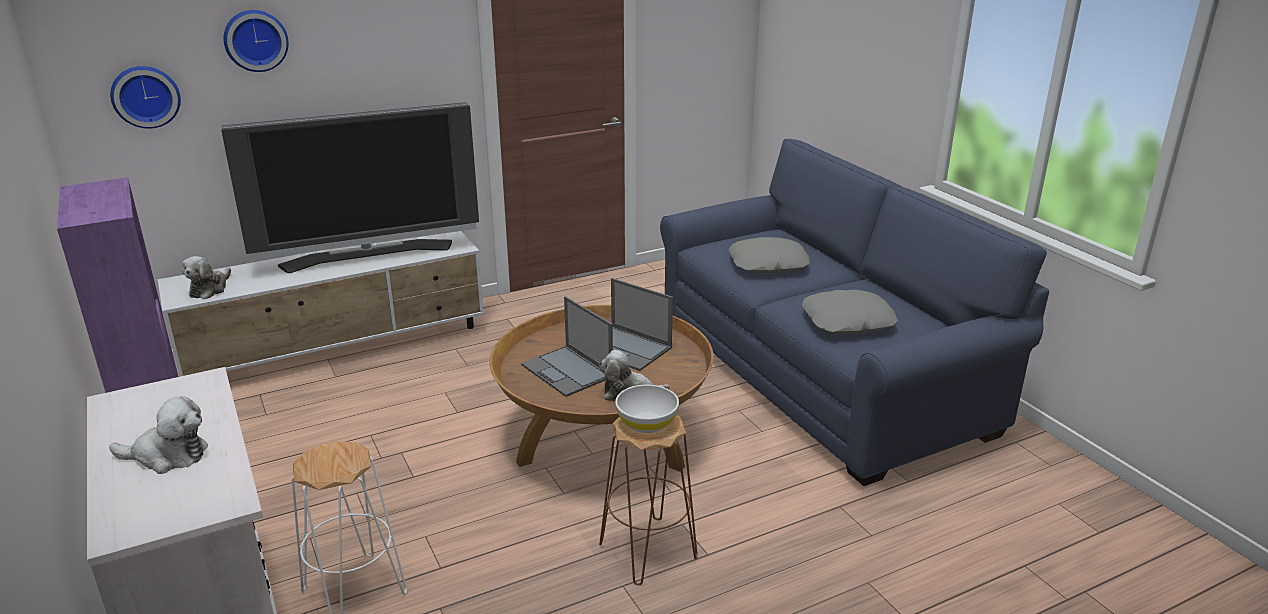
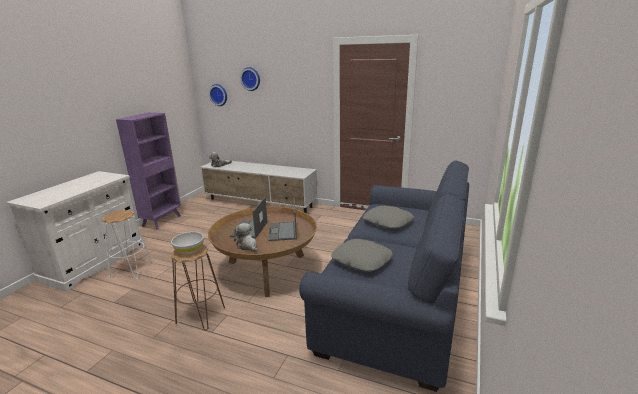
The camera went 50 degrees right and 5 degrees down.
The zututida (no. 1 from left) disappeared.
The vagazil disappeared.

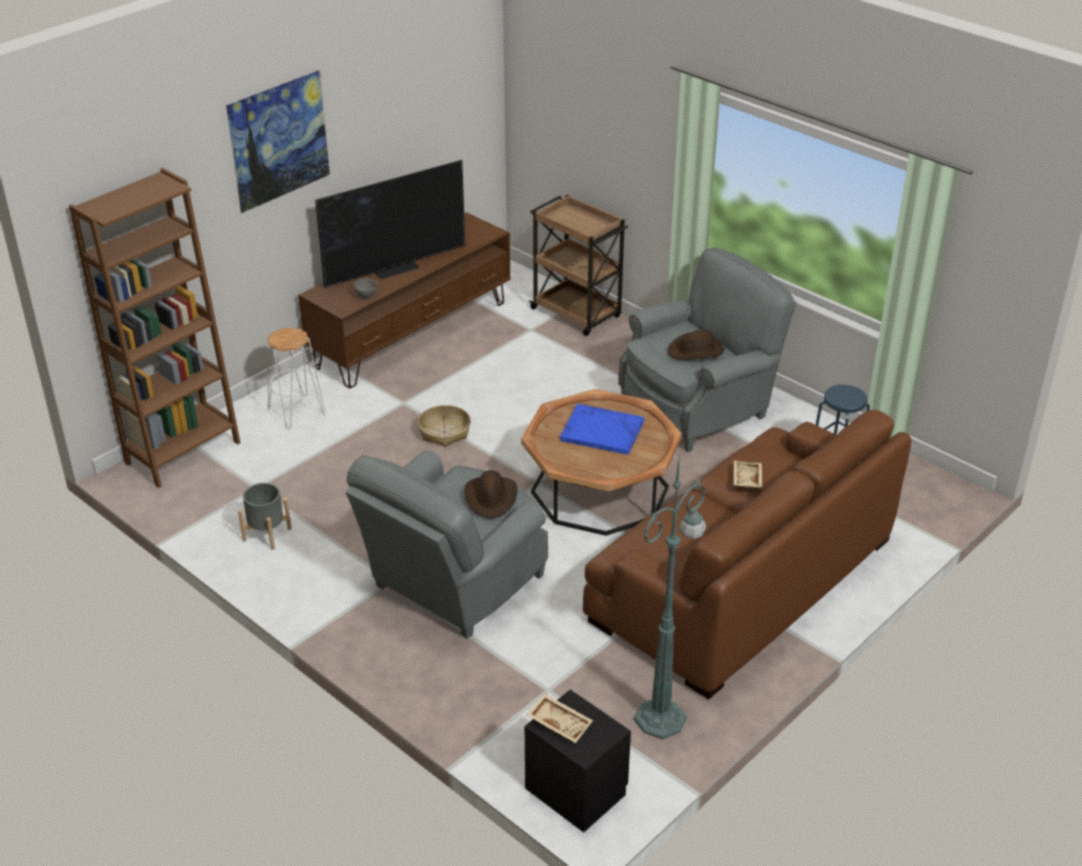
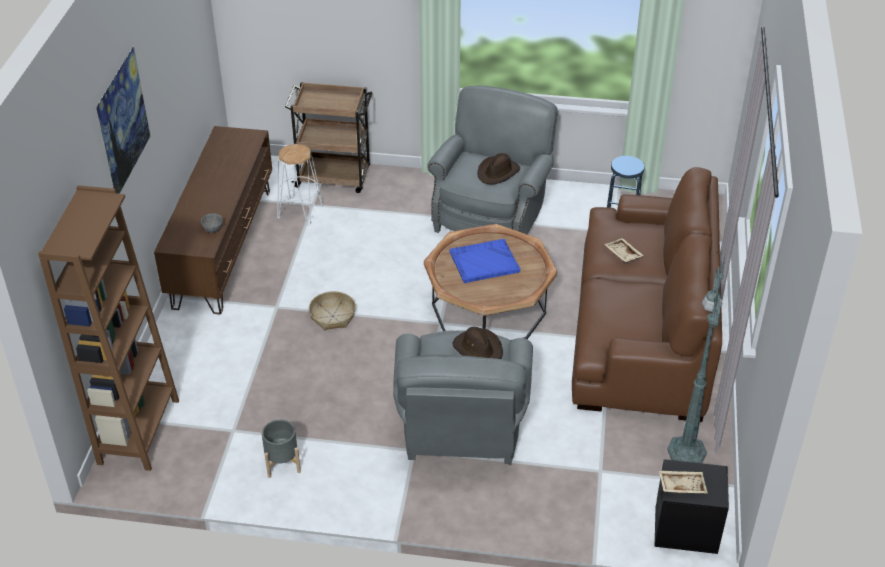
The camera went 35 degrees left and 5 degrees up.
The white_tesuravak moved.
The vagazil disappeared.

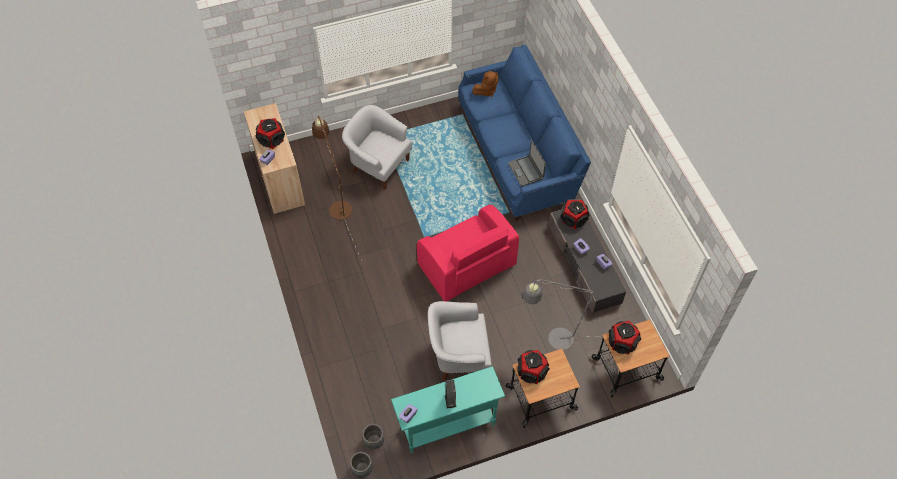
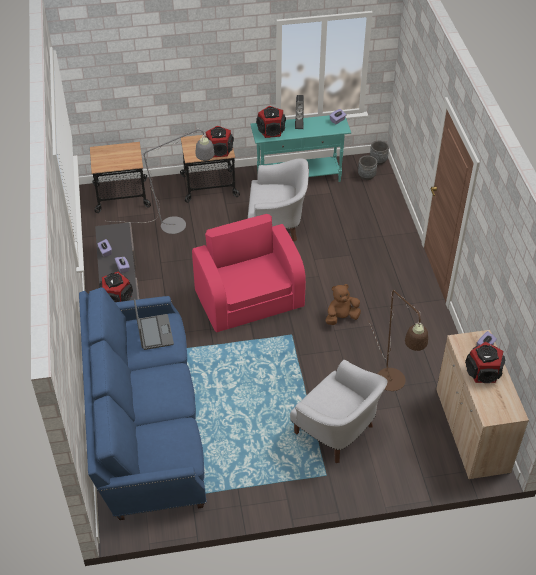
The camera went 170 degrees left and 10 degrees down.
The brown_zututida moved.
The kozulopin (no. 5 from left in the first image) moved.

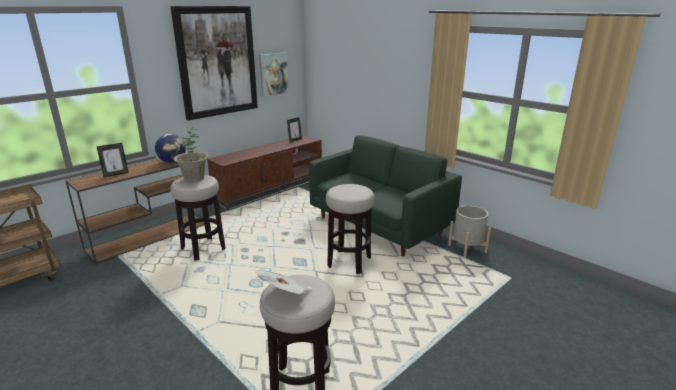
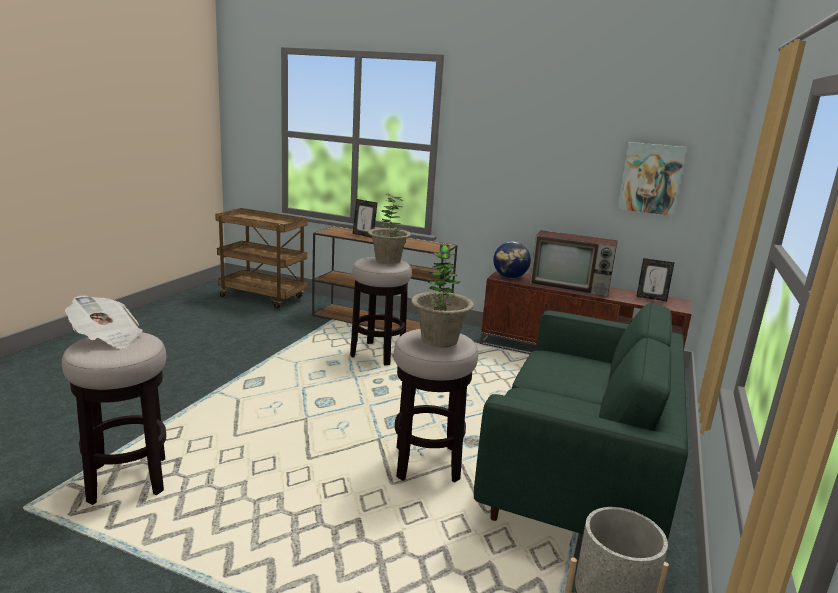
The camera went 65 degrees right and 5 degrees down.
The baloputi moved.
The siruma (no. 1 from left) disappeared.
The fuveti (no. 2 from left) appeared.
The vagazil appeared.

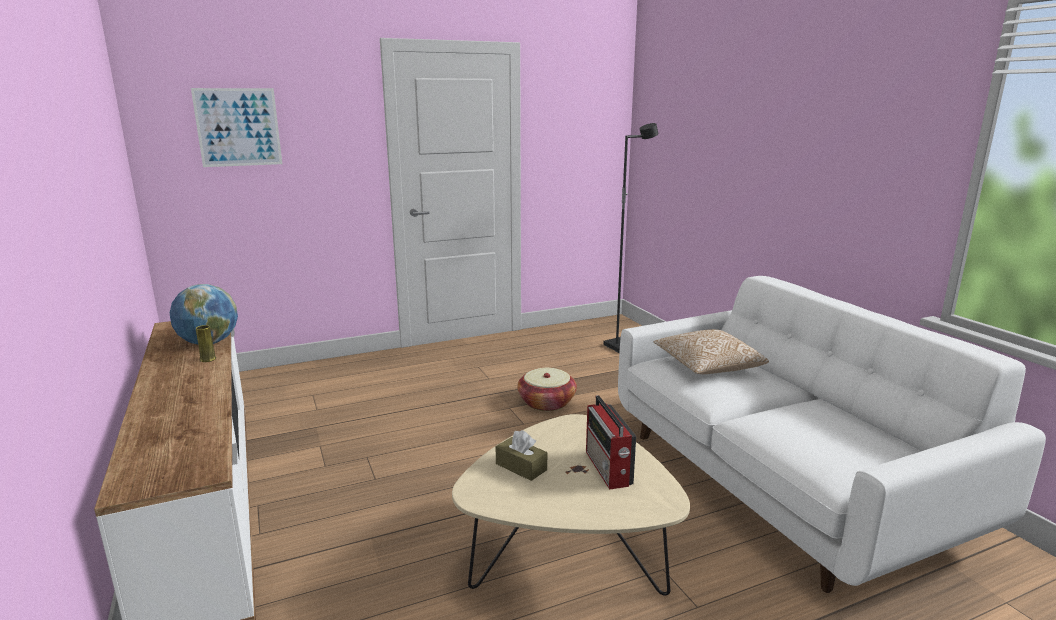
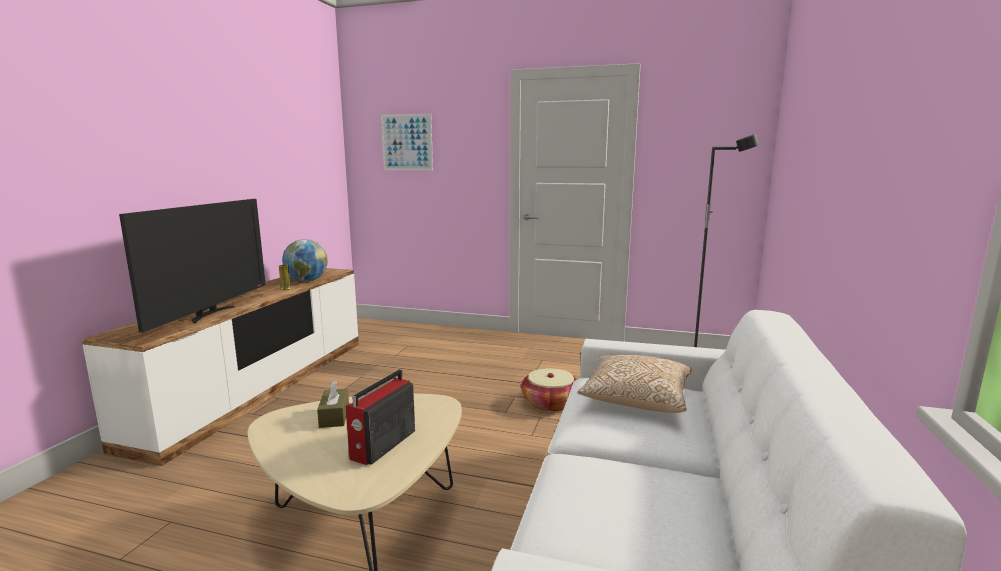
The camera went 40 degrees right and 5 degrees down.
The vagazil appeared.

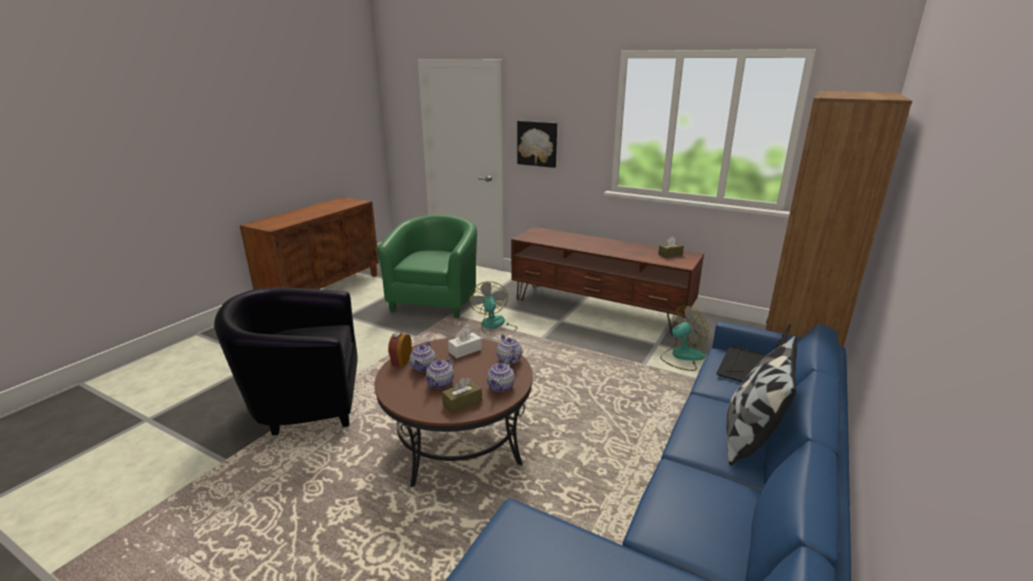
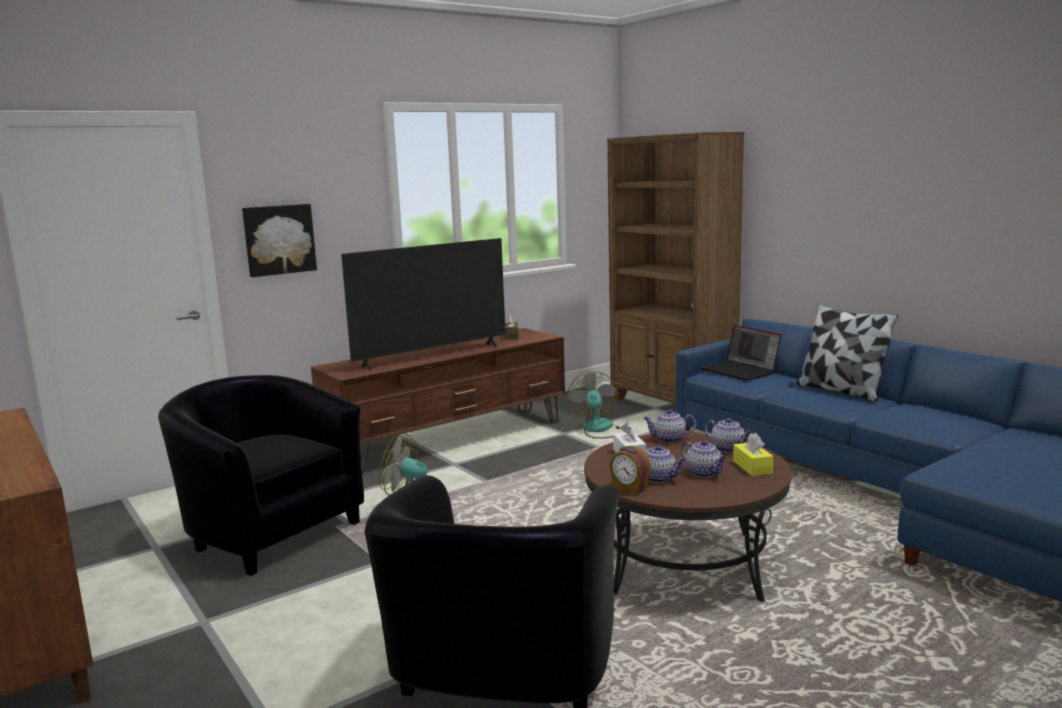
The camera went 65 degrees left and 10 degrees down.
The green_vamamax became the black_vamamax (no. 1 from left).
The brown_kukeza (no. 1 from left) became the yellow_kukeza.
The vagazil appeared.

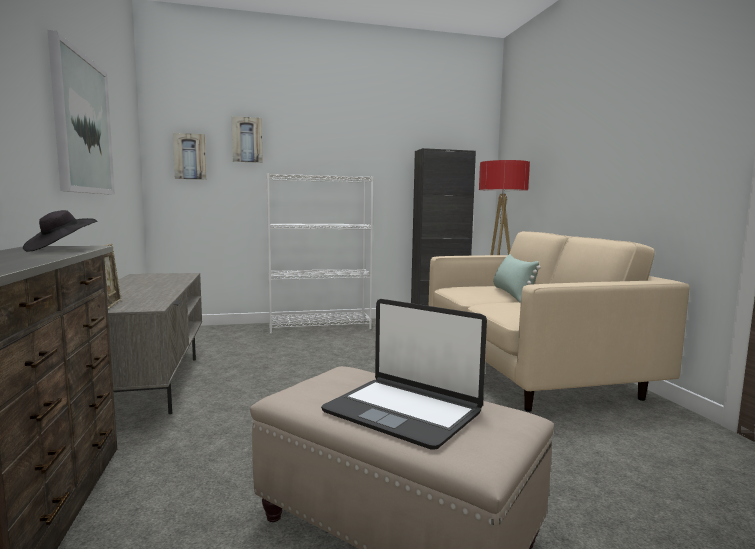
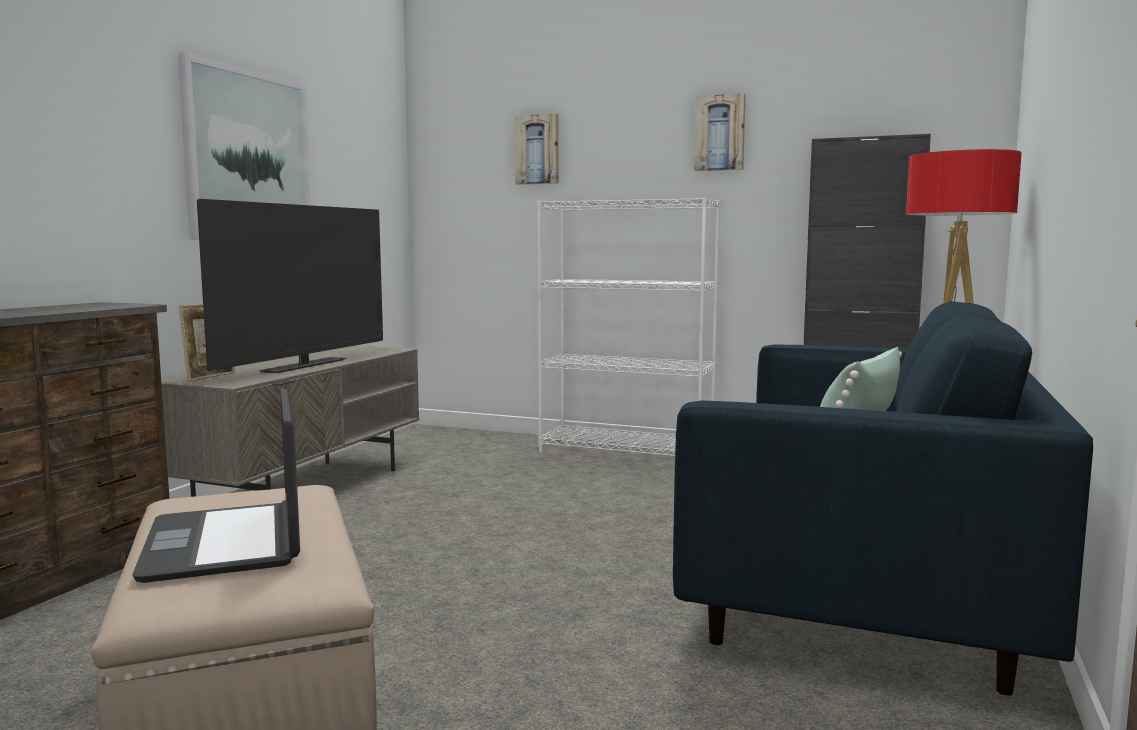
The camera went 35 degrees right and 0 degrees up.
The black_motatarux disappeared.
The siruma (no. 2 from left in the first image) moved.
The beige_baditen became the blue_baditen.
The vagazil appeared.

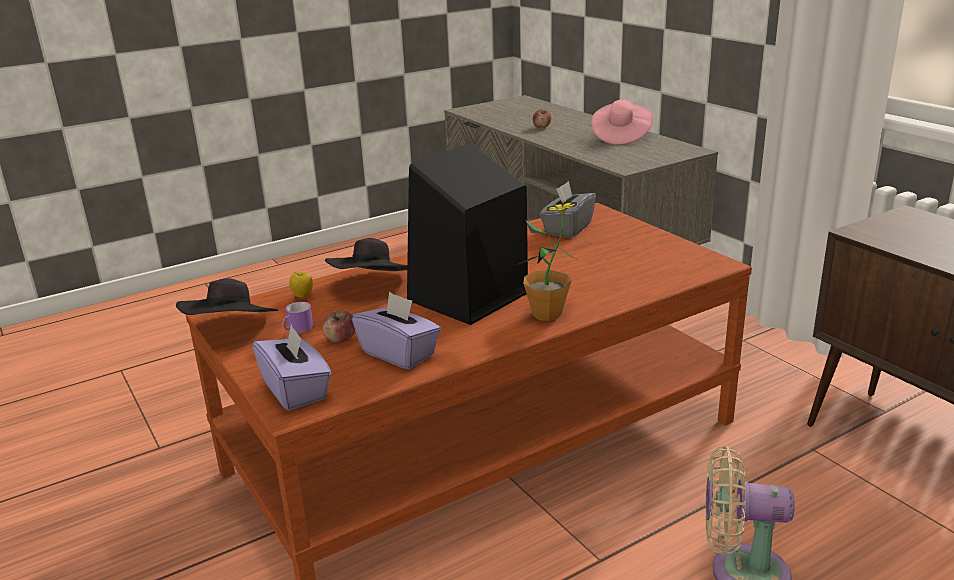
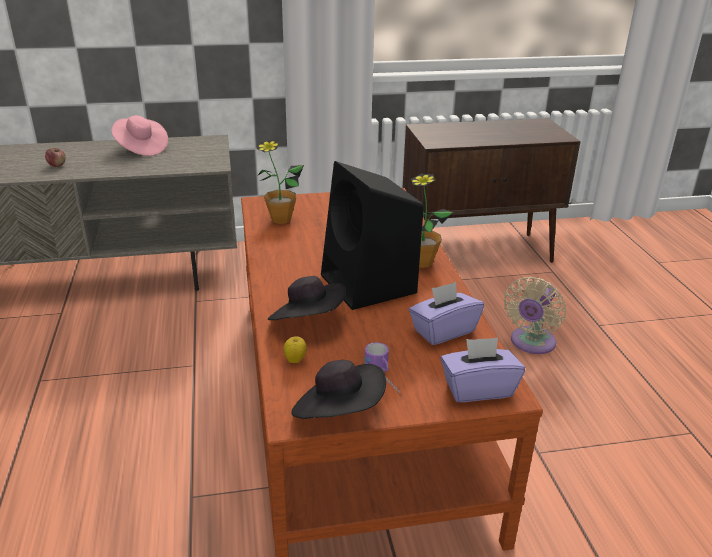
The camera went 70 degrees left and 5 degrees up.
The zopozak (no. 2 from left) disappeared.
The grey_kukeza was replaced by the fuveti (no. 1 from left).

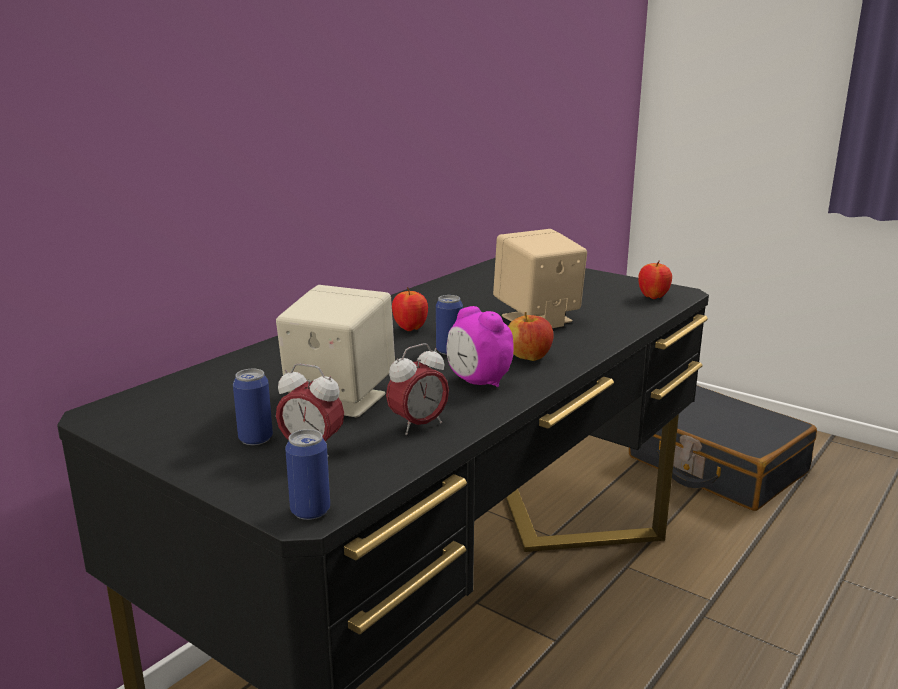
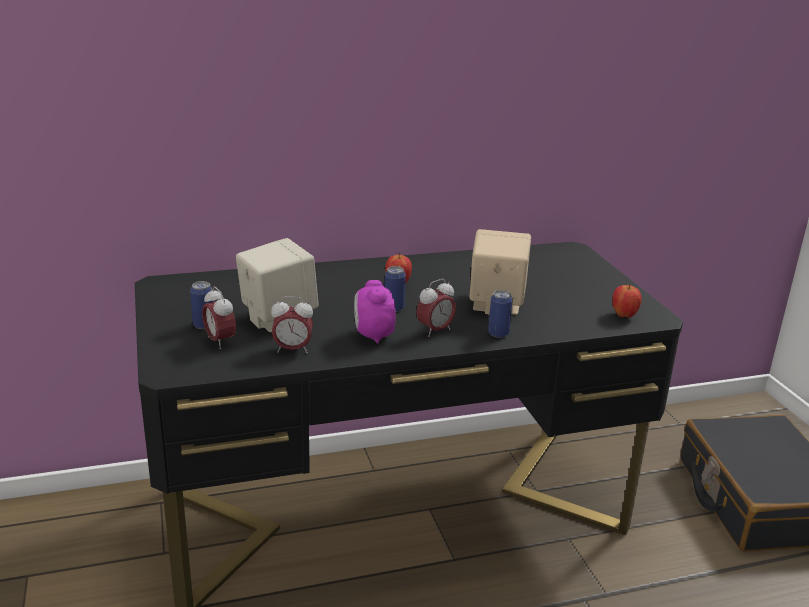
The camera went 35 degrees right and 5 degrees up.
The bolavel (no. 2 from left in the first image) moved.
The zopozak (no. 2 from left) was replaced by the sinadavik (no. 4 from left).

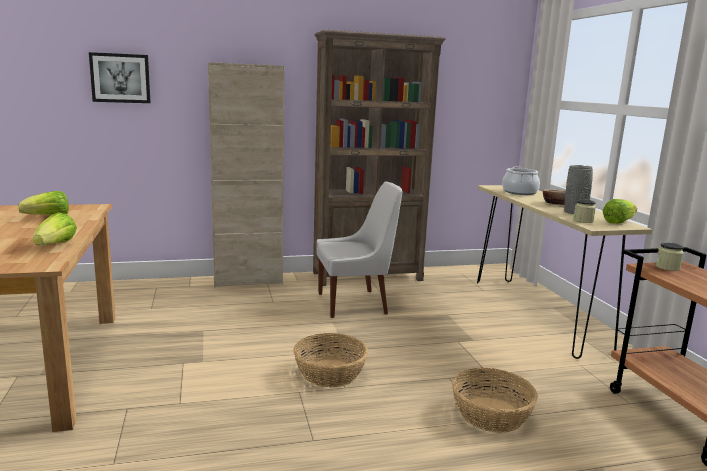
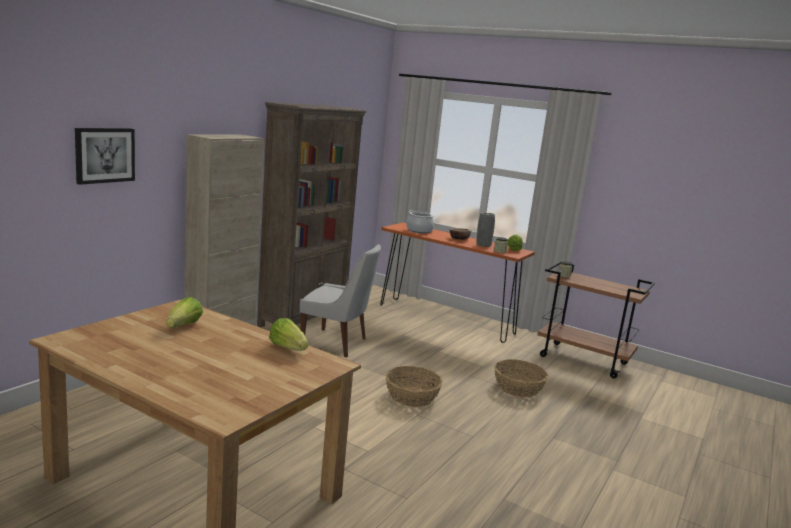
The camera went 45 degrees left and 0 degrees up.
The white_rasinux turned 75 degrees clockwise.
The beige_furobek became the orange_furobek.

